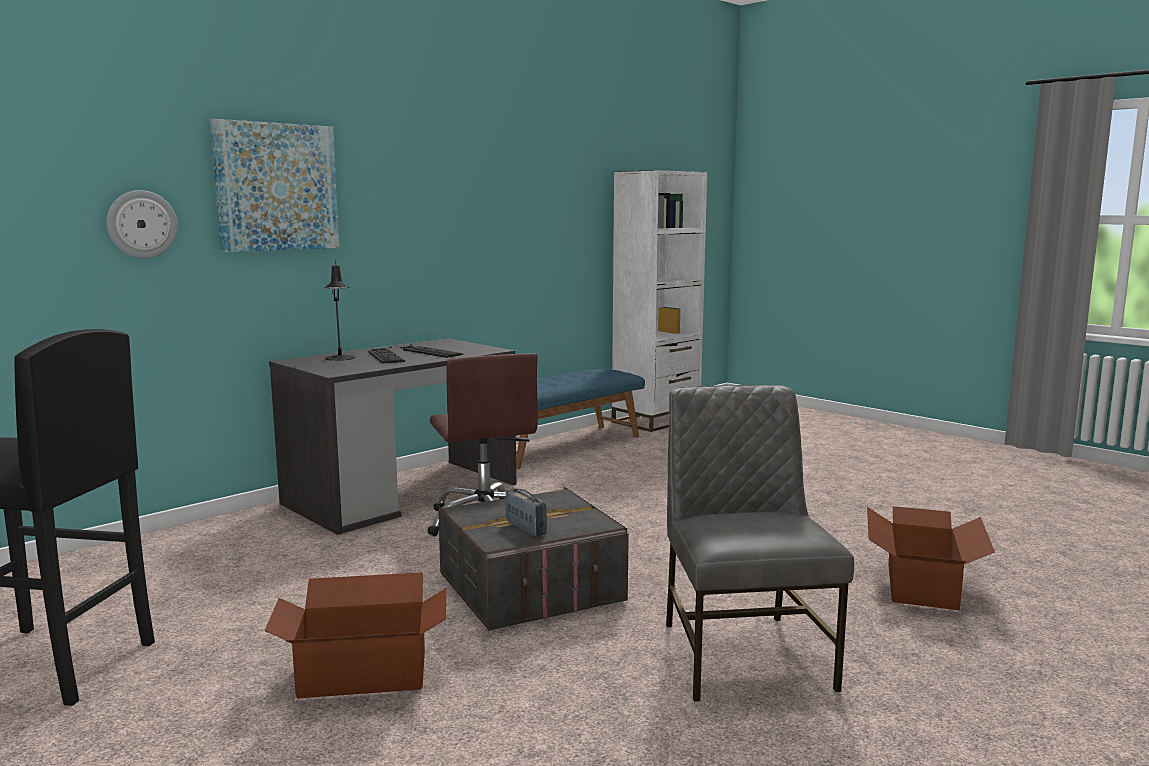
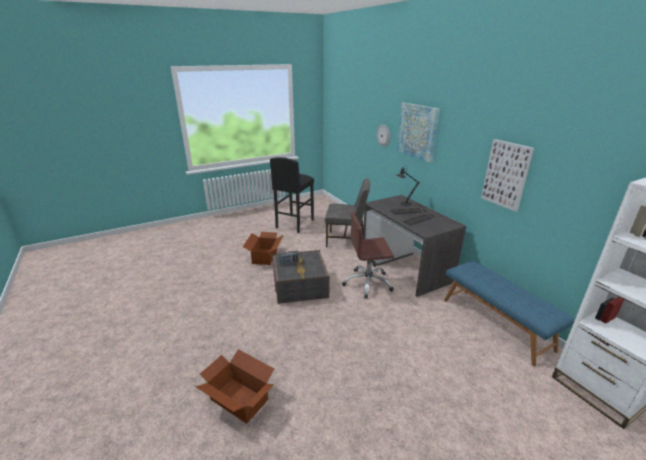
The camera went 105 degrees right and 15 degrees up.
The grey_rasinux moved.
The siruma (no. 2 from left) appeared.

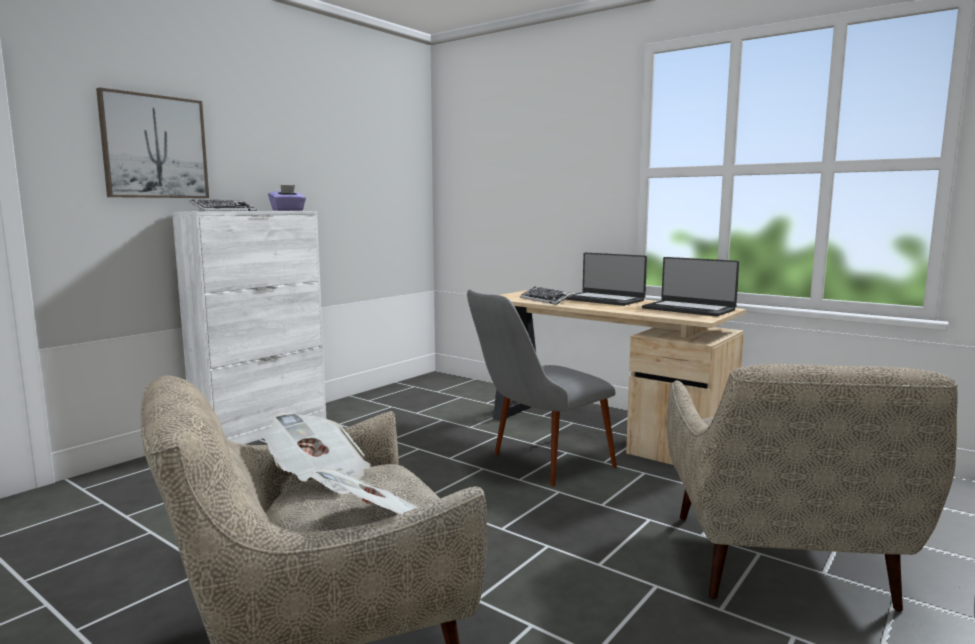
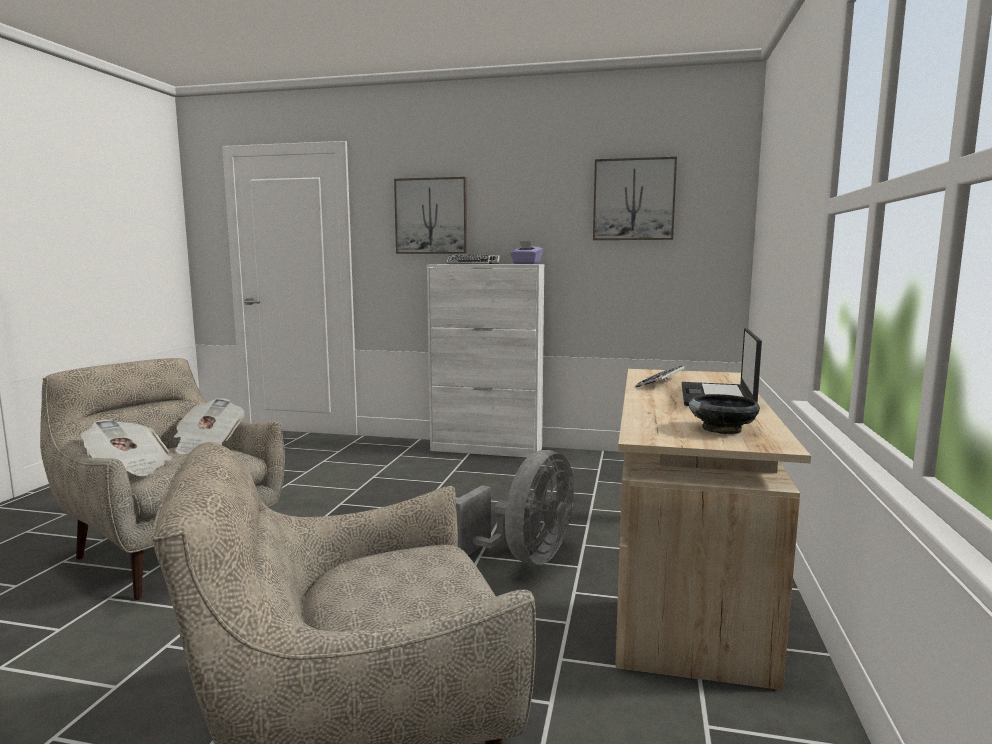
The camera went 65 degrees right and 0 degrees up.
The grey_rasinux was replaced by the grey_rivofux.
The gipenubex (no. 2 from left) was replaced by the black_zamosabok.
The siruma (no. 2 from left) appeared.

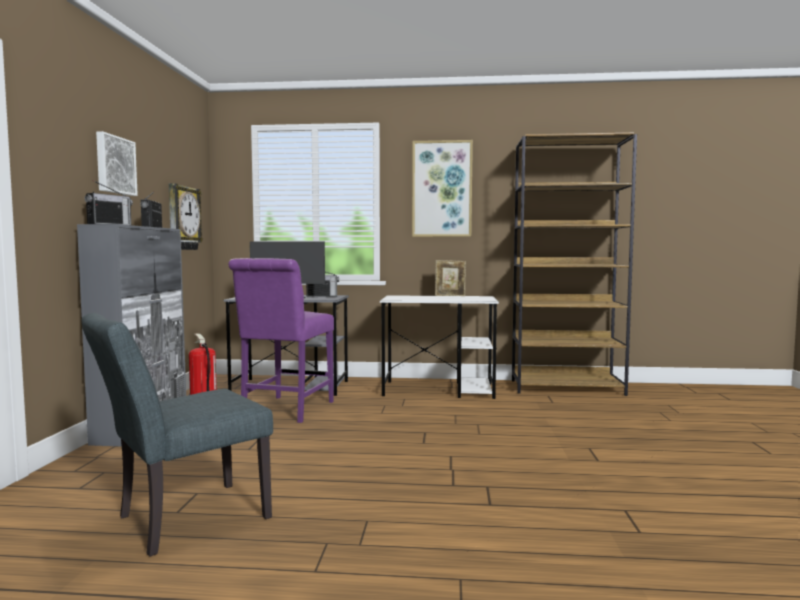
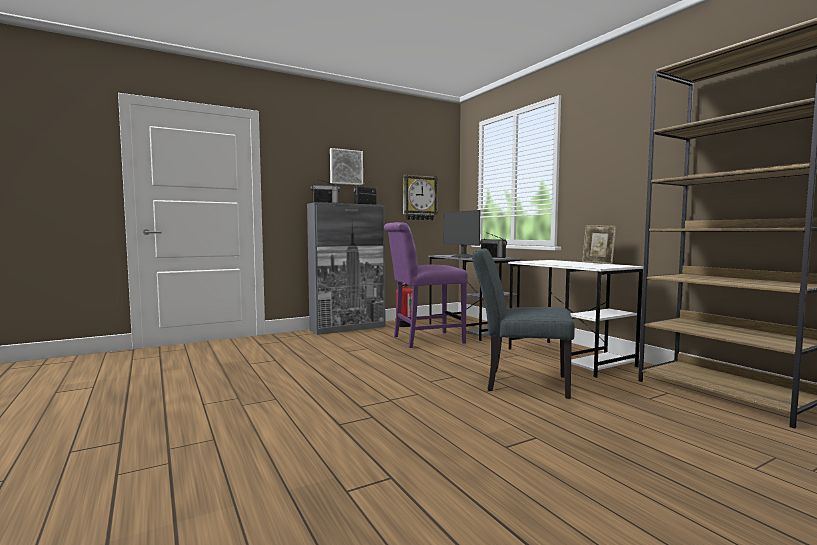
The camera went 55 degrees right and 0 degrees up.
The grey_rasinux moved.
The siruma (no. 2 from left) disappeared.

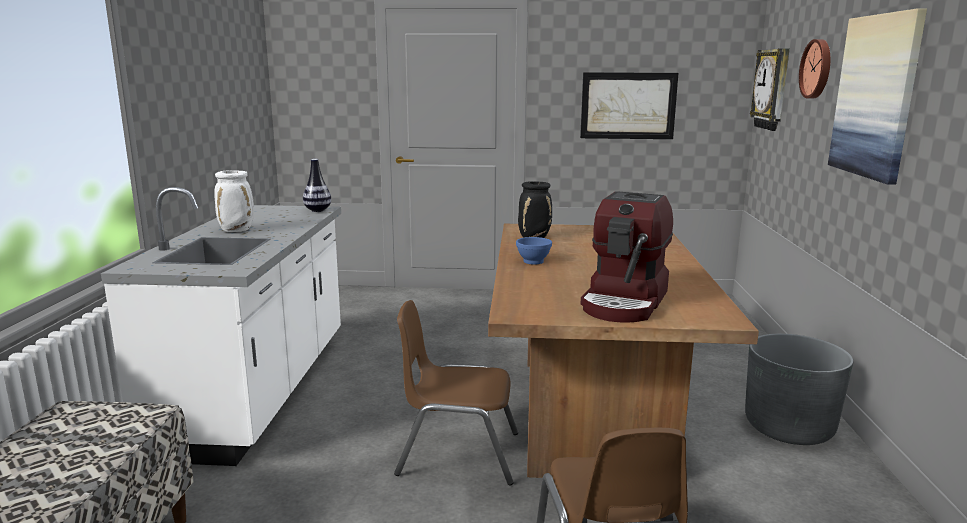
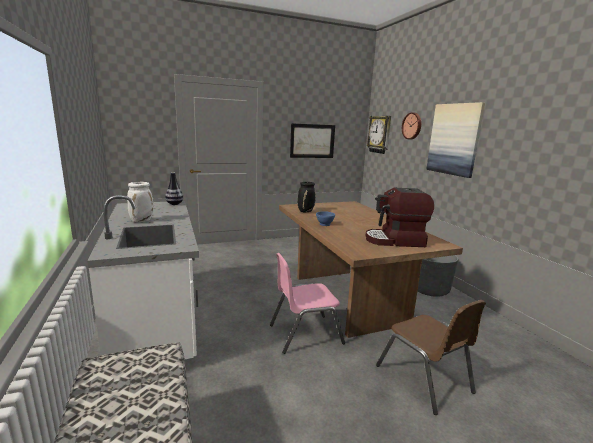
The camera went 25 degrees left and 0 degrees up.
The brown_rasinux (no. 1 from left) became the pink_rasinux.
The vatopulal turned 90 degrees clockwise.

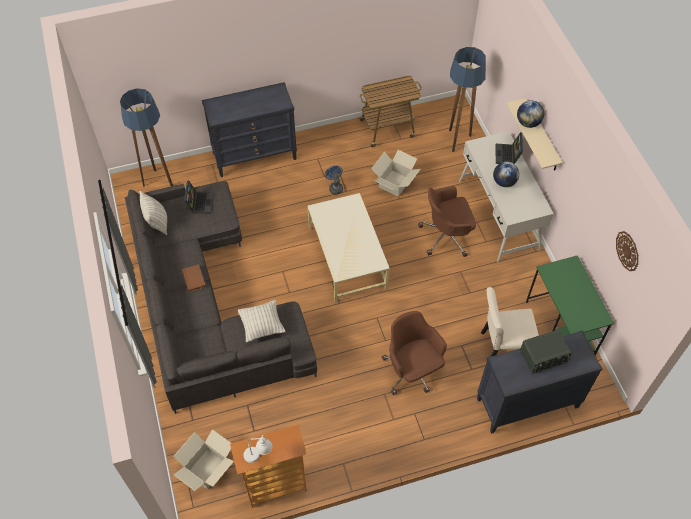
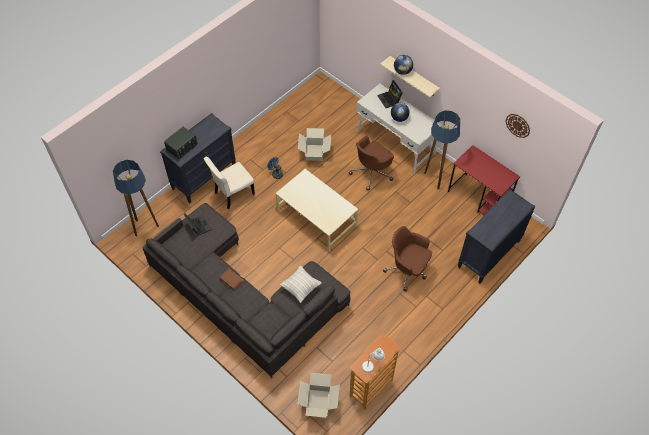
The camera went 30 degrees left and 0 degrees up.
The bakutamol (no. 1 from left) disappeared.
The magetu disappeared.
The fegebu (no. 2 from left) moved.
The beige_rasinux moved.
The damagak moved.
The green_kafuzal became the red_kafuzal.

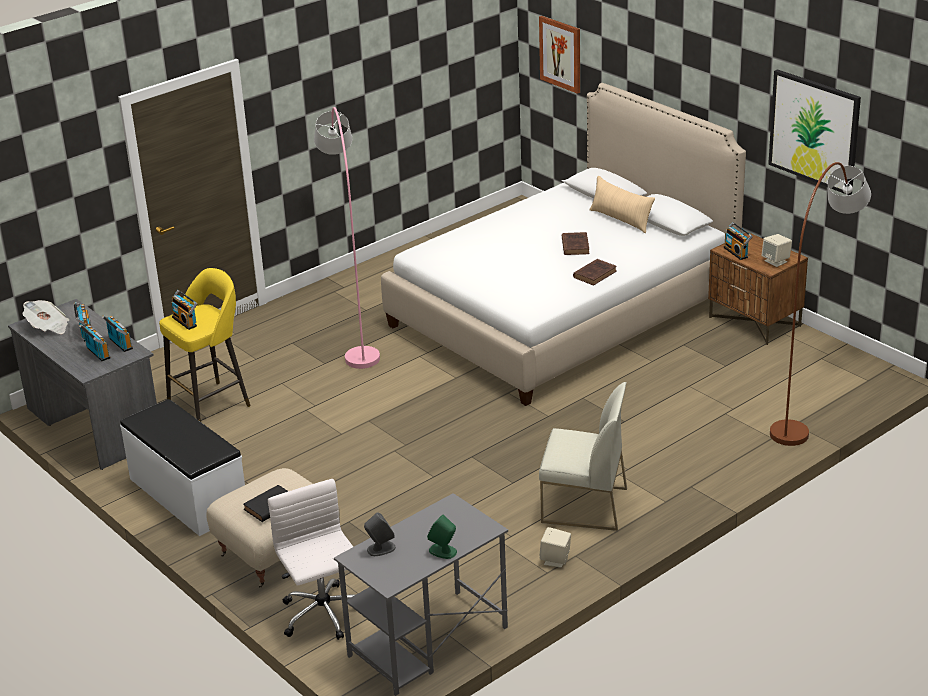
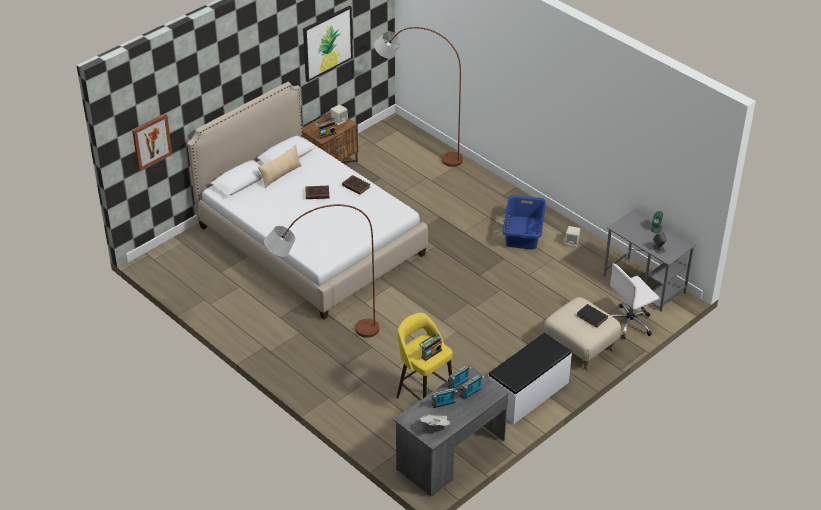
The camera went 95 degrees left and 10 degrees up.
The pink_fegebu became the brown_fegebu (no. 1 from left).
The white_rasinux was replaced by the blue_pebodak.

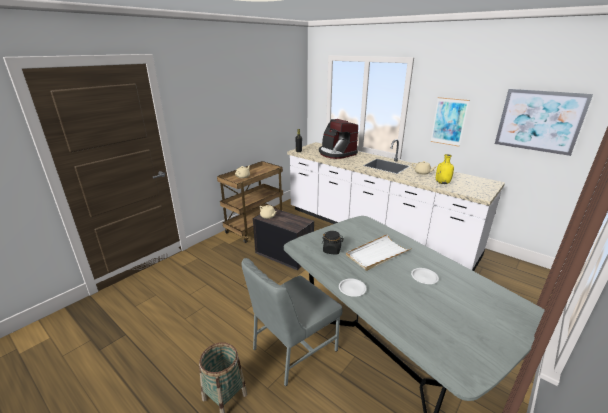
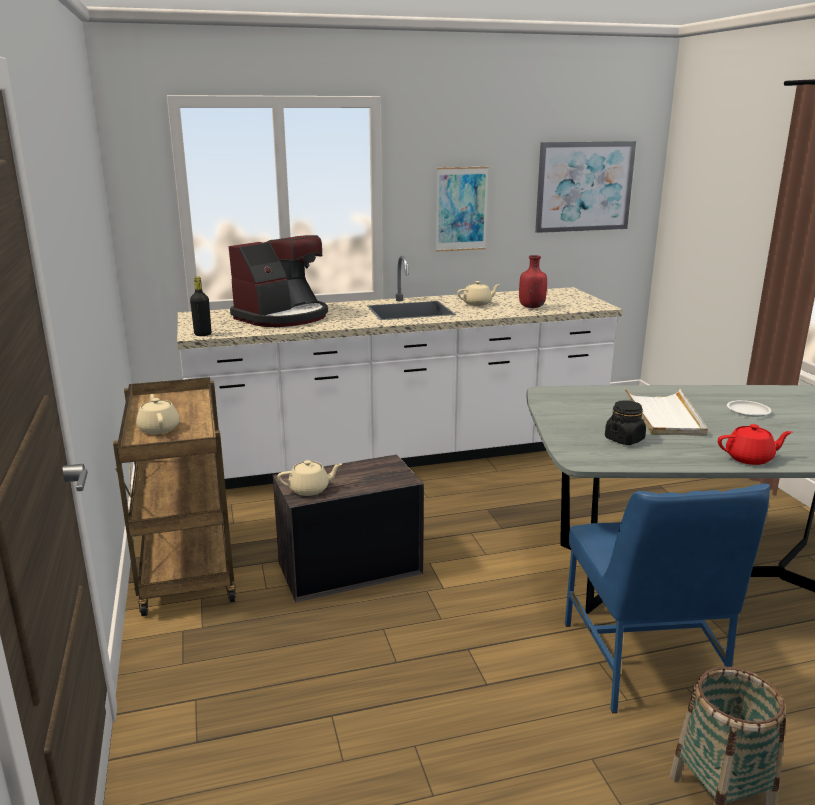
The camera went 55 degrees left and 5 degrees down.
The grey_rasinux became the blue_rasinux.
The vatopulal turned 45 degrees counterclockwise.
The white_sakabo (no. 1 from left) was replaced by the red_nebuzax.
The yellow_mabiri became the red_mabiri.

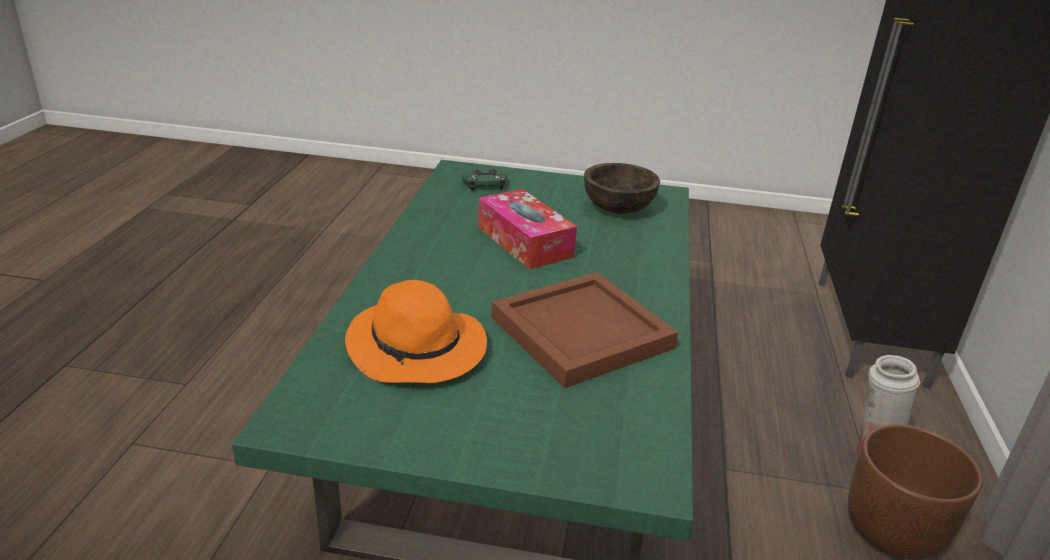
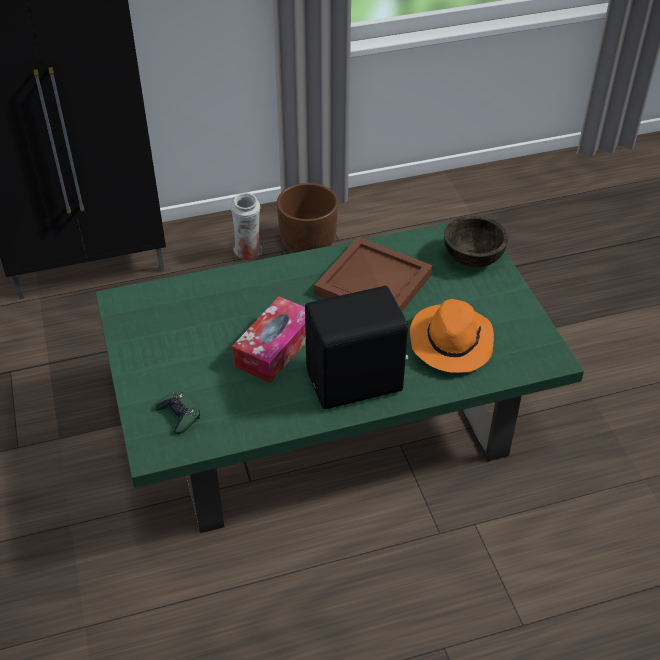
The camera went 115 degrees left and 15 degrees up.
The brown_zamosabok moved.
The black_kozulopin appeared.

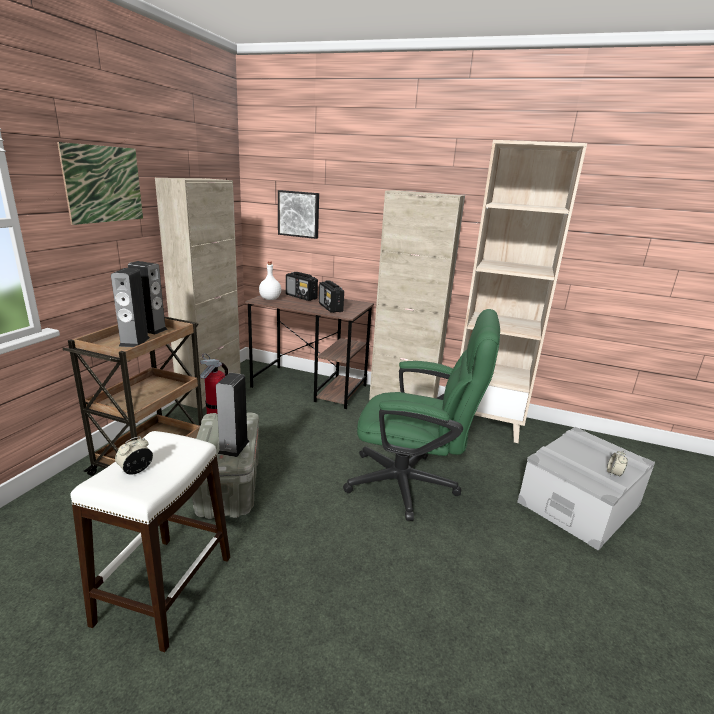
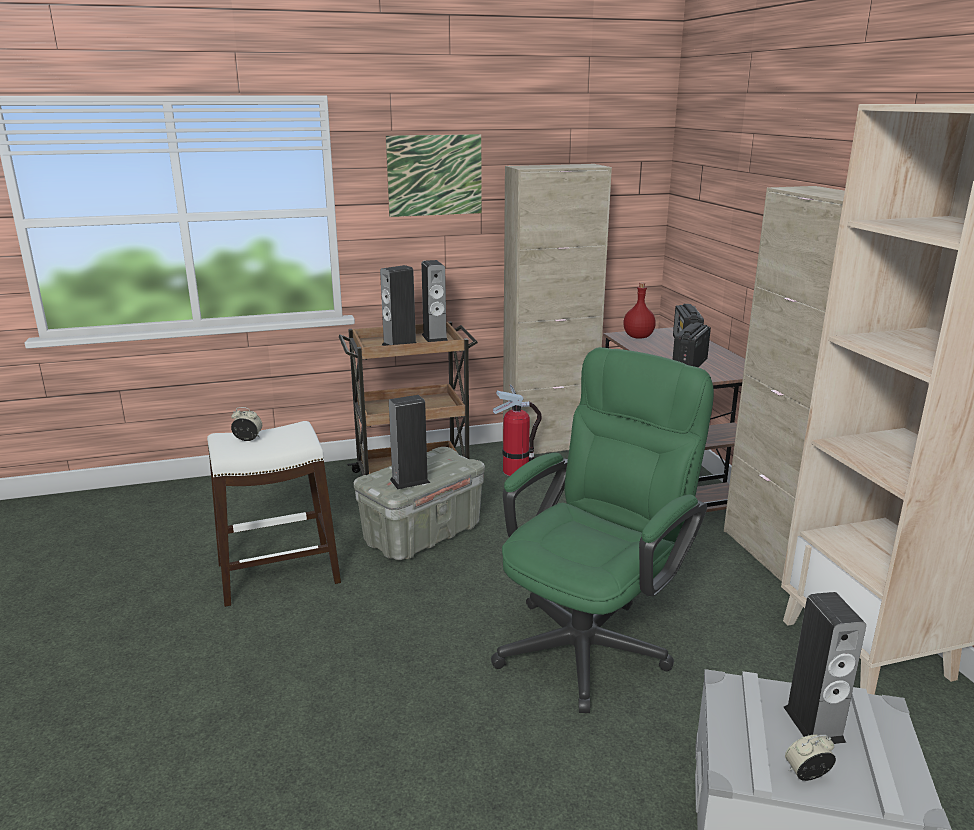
The camera went 55 degrees right and 0 degrees up.
The white_mabiri became the red_mabiri.
The siruma (no. 2 from left) disappeared.
The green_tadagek turned 120 degrees counterclockwise.
The kozulopin (no. 4 from left) appeared.

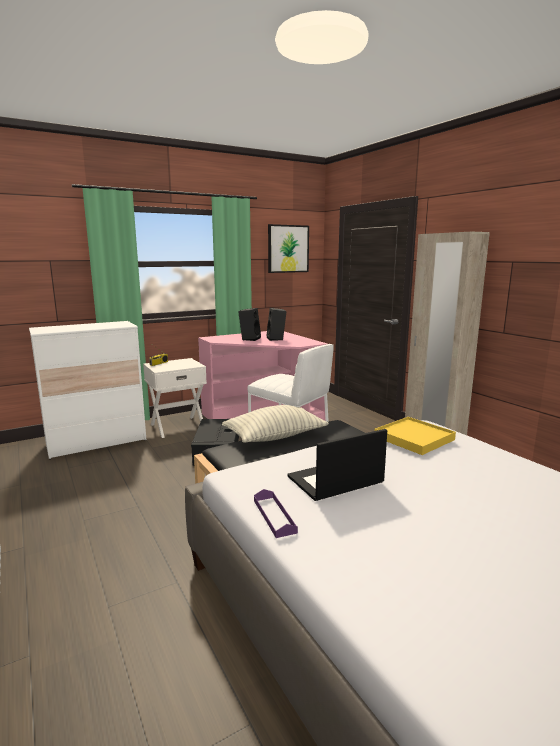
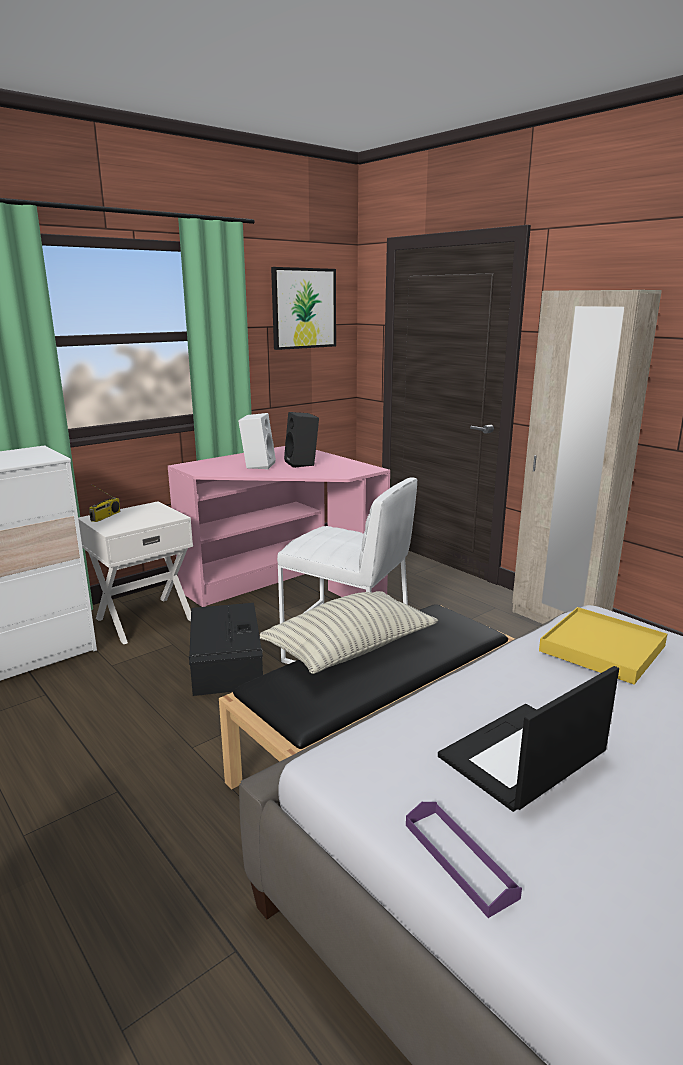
The camera went 10 degrees left and 5 degrees up.
The black_kozulopin (no. 1 from left) became the white_kozulopin.

